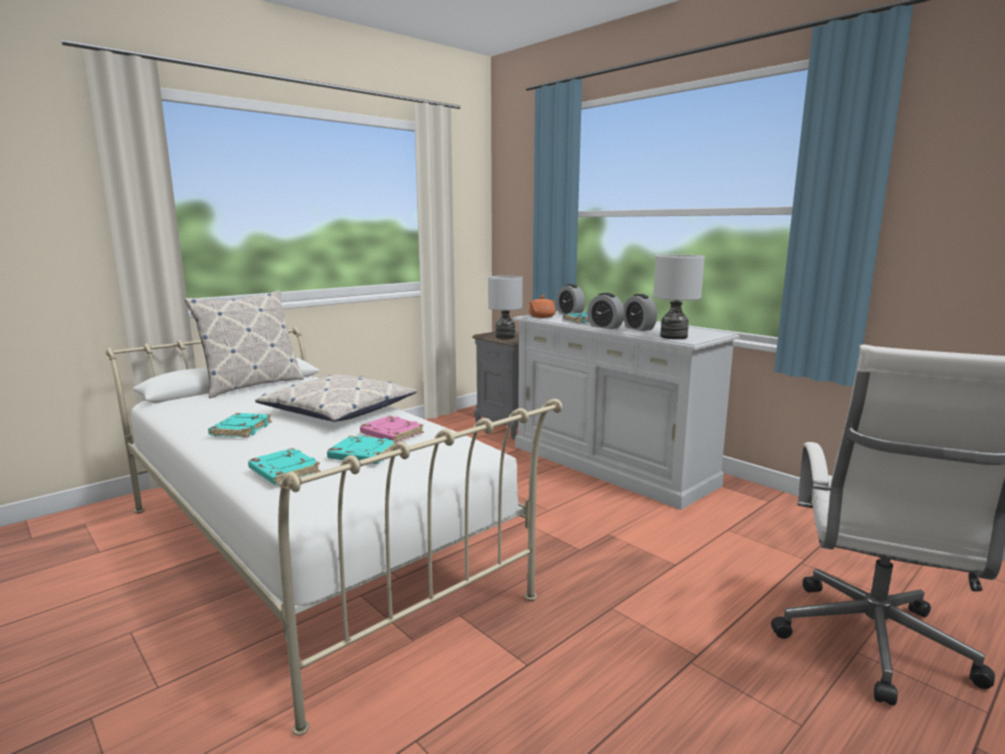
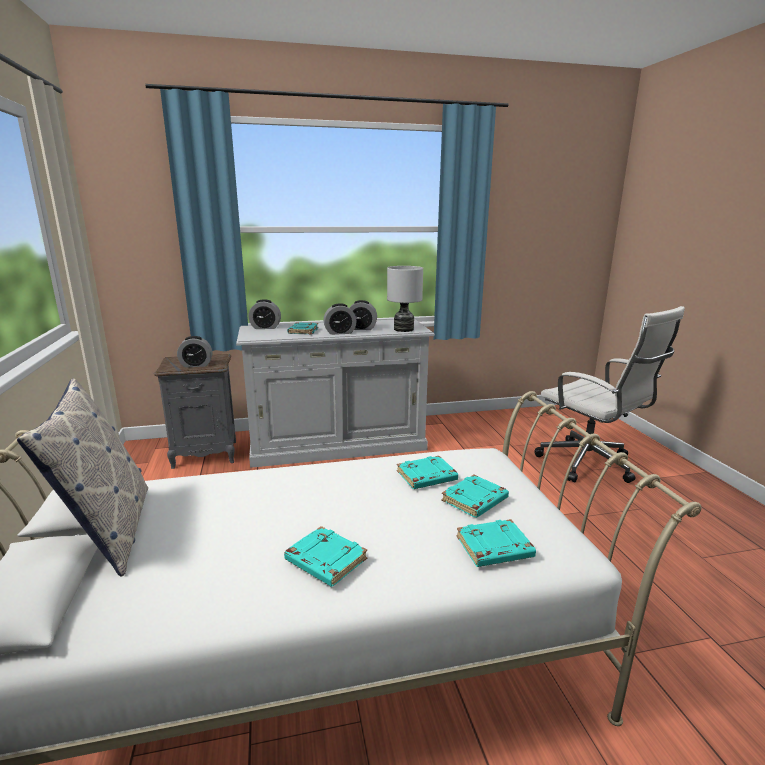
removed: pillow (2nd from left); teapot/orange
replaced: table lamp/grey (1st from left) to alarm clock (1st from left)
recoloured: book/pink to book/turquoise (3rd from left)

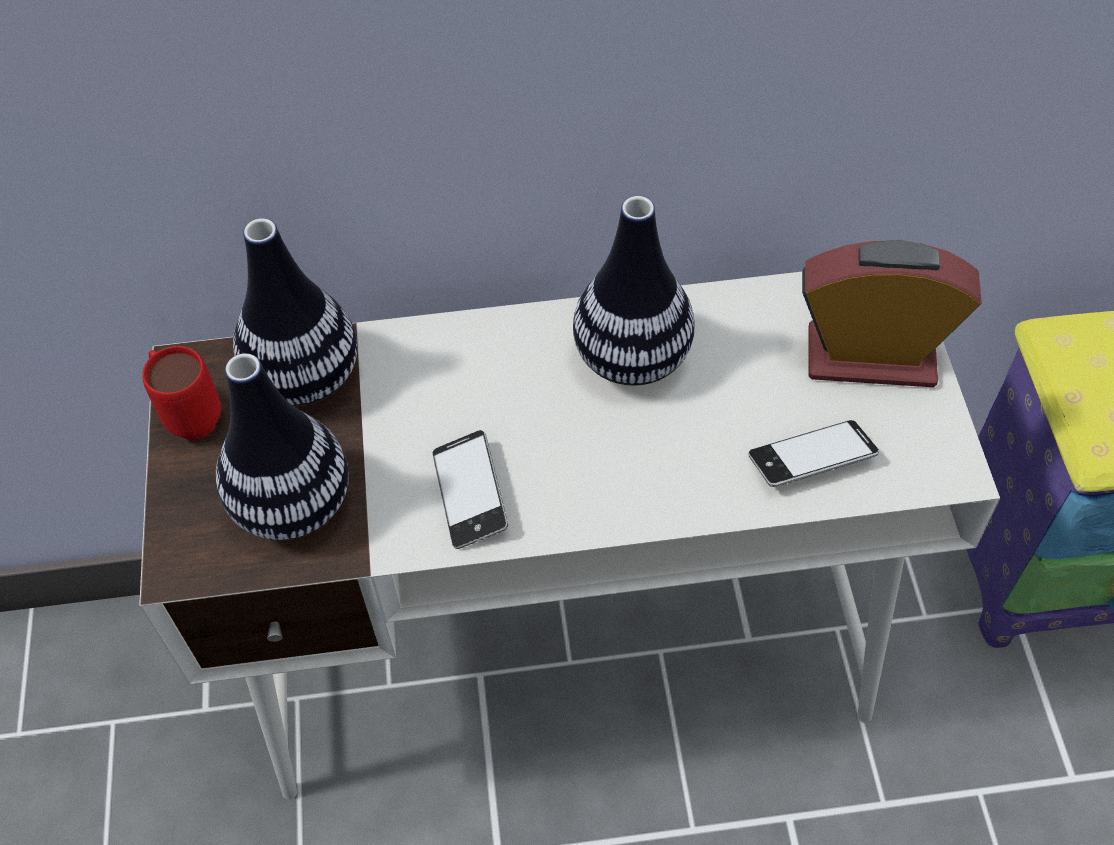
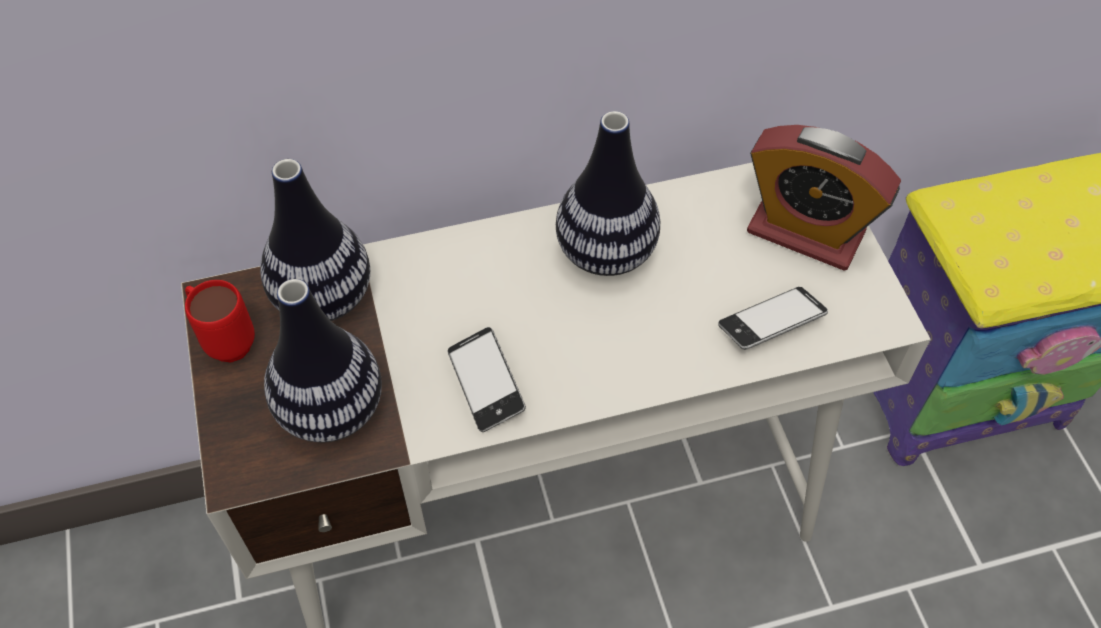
turned: alarm clock 150 degrees counterclockwise

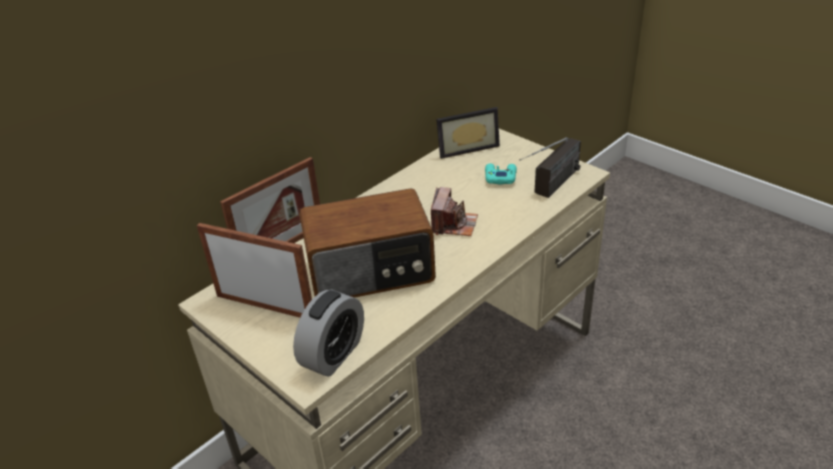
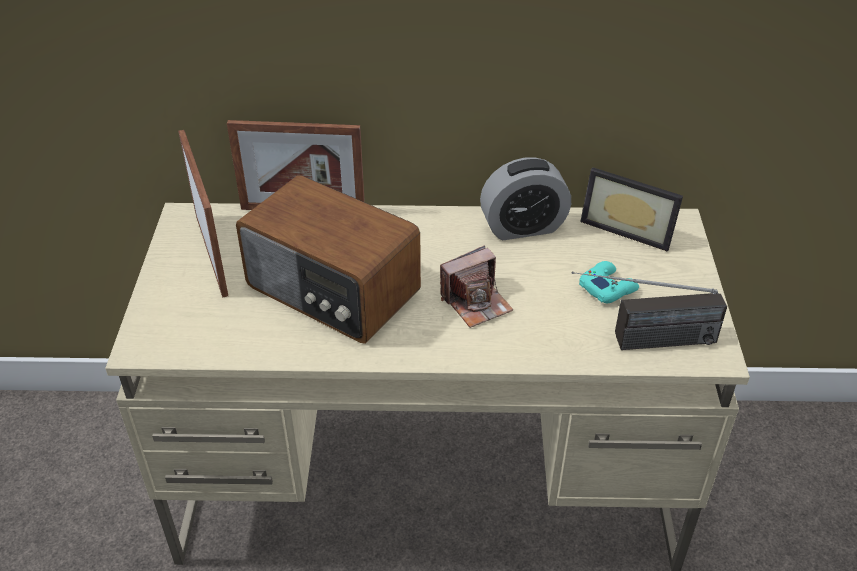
moved: alarm clock

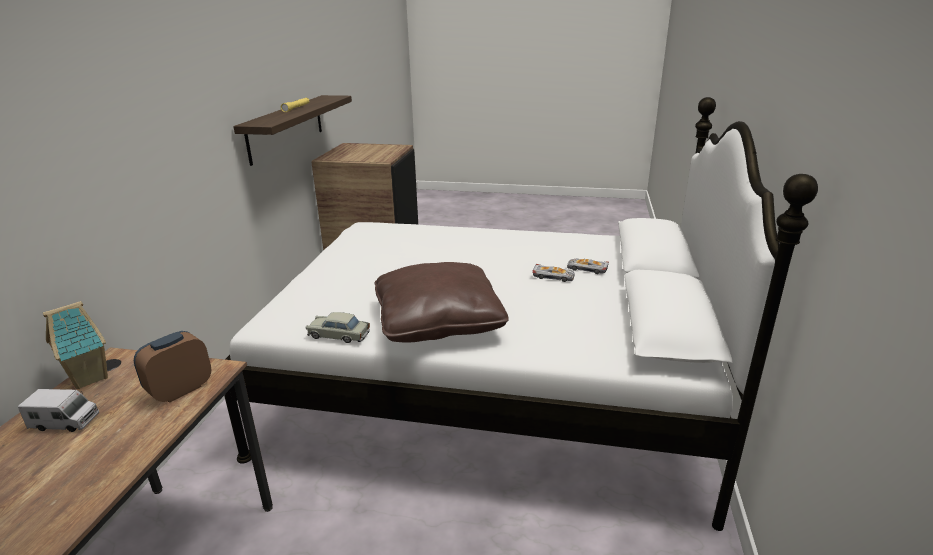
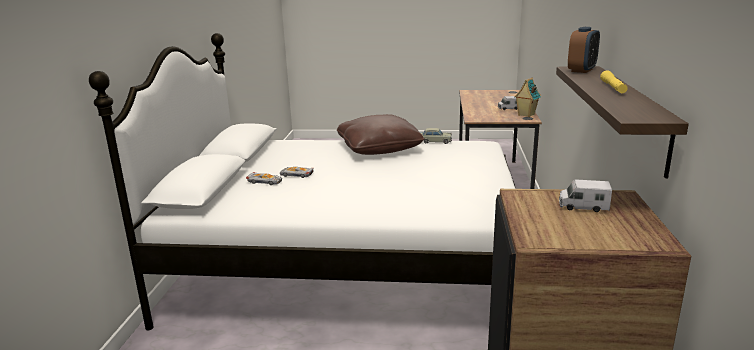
added: toy truck (2nd from left)
moved: alarm clock

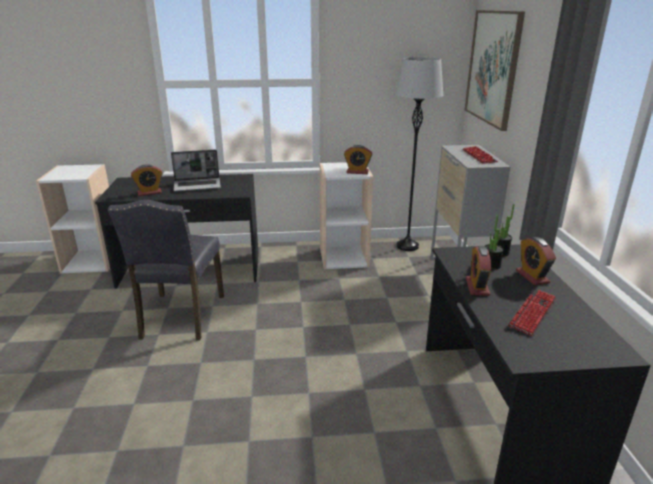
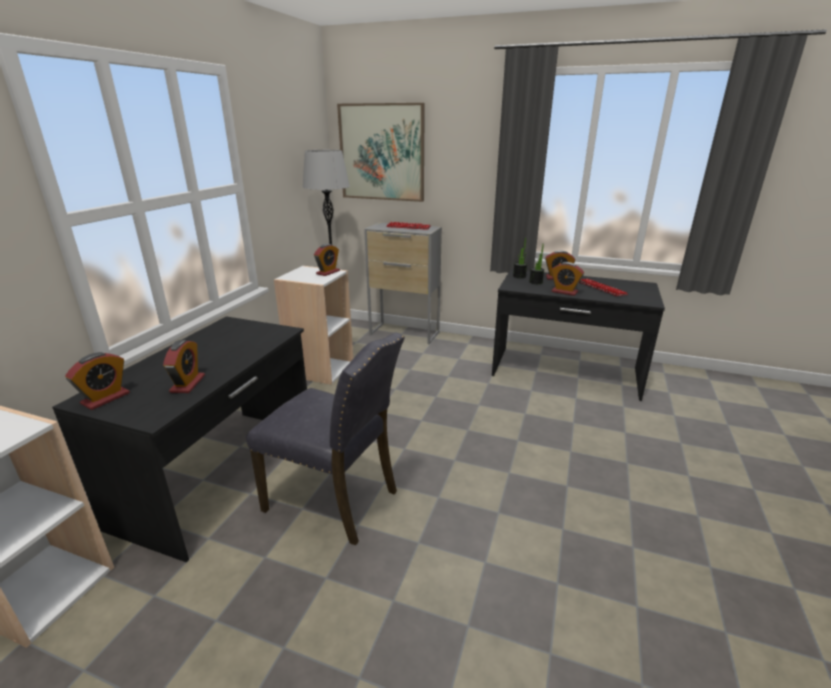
removed: laptop
added: alarm clock (1st from left)

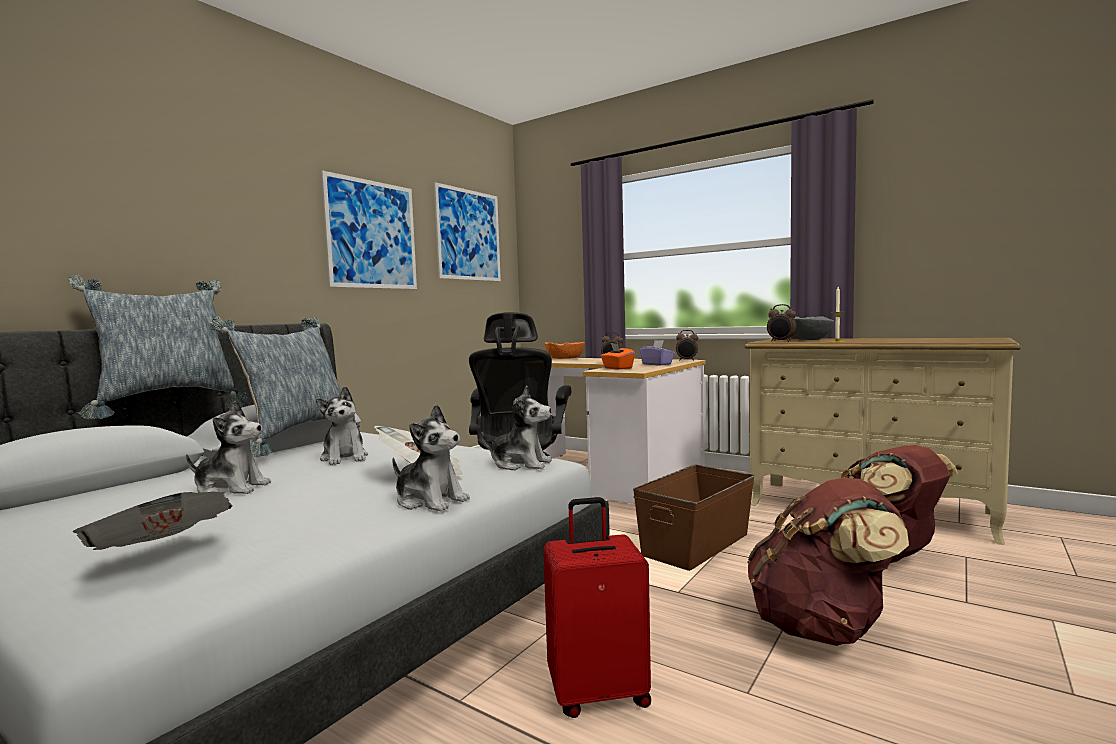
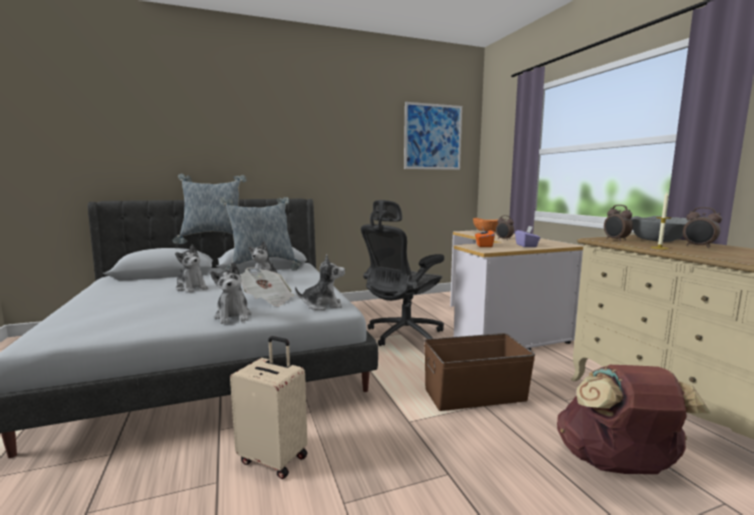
removed: newspaper (1st from left); picture (1st from left); backpack/brown (1st from left)
moved: alarm clock (2nd from left in the first image) to alarm clock (3rd from left)
recoloured: suitcase/red to suitcase/beige
turned: plush toy (4th from left) 60 degrees counterclockwise

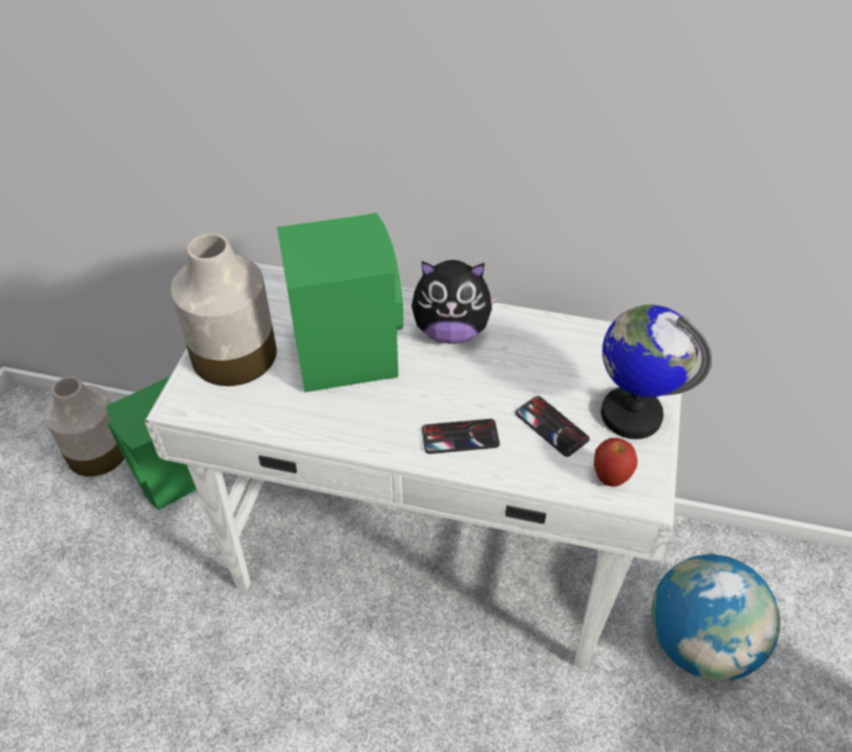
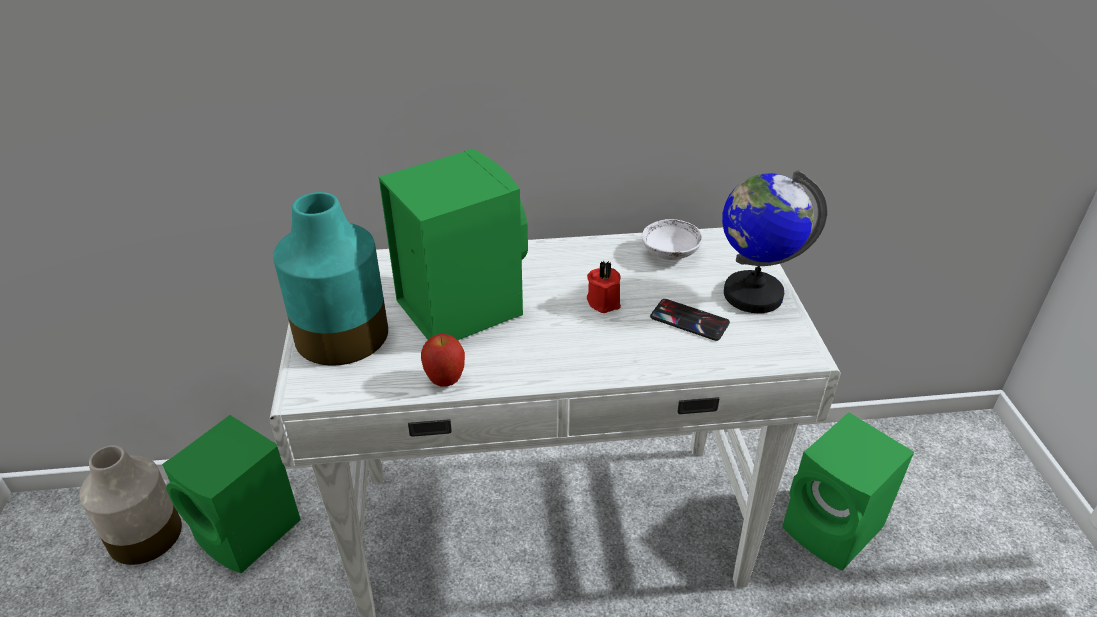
removed: plush toy; phone (1st from left)
added: candle/red; bowl/white
moved: apple
replaced: globe (2nd from left) to speaker/green (3rd from left)
recoloured: vase/beige (2nd from left) to vase/turquoise

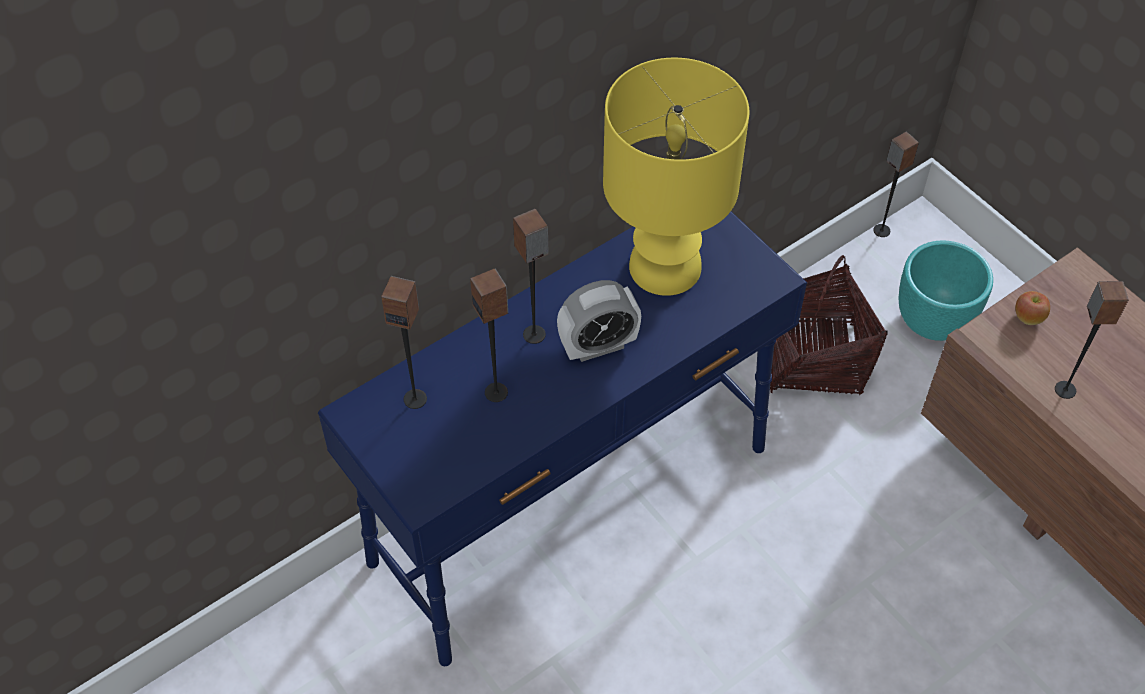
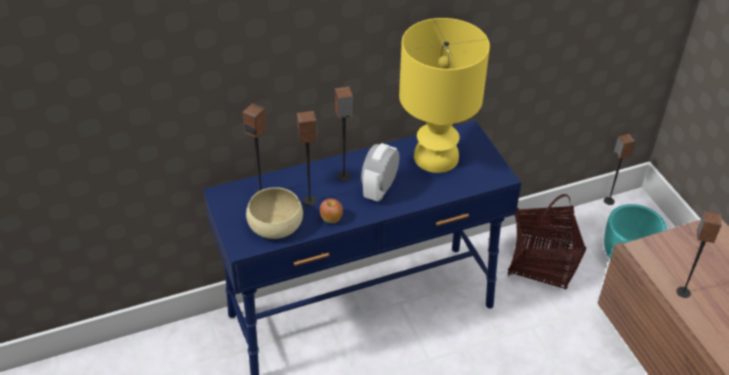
added: bowl/beige
moved: apple
turned: alarm clock 120 degrees clockwise

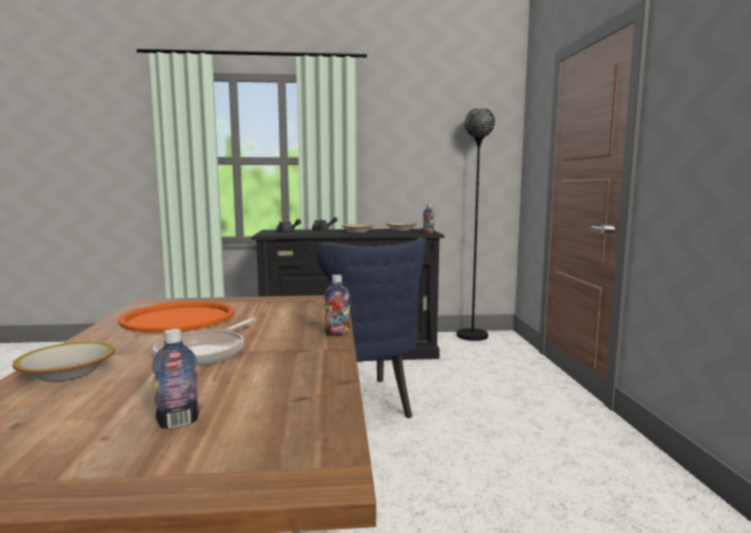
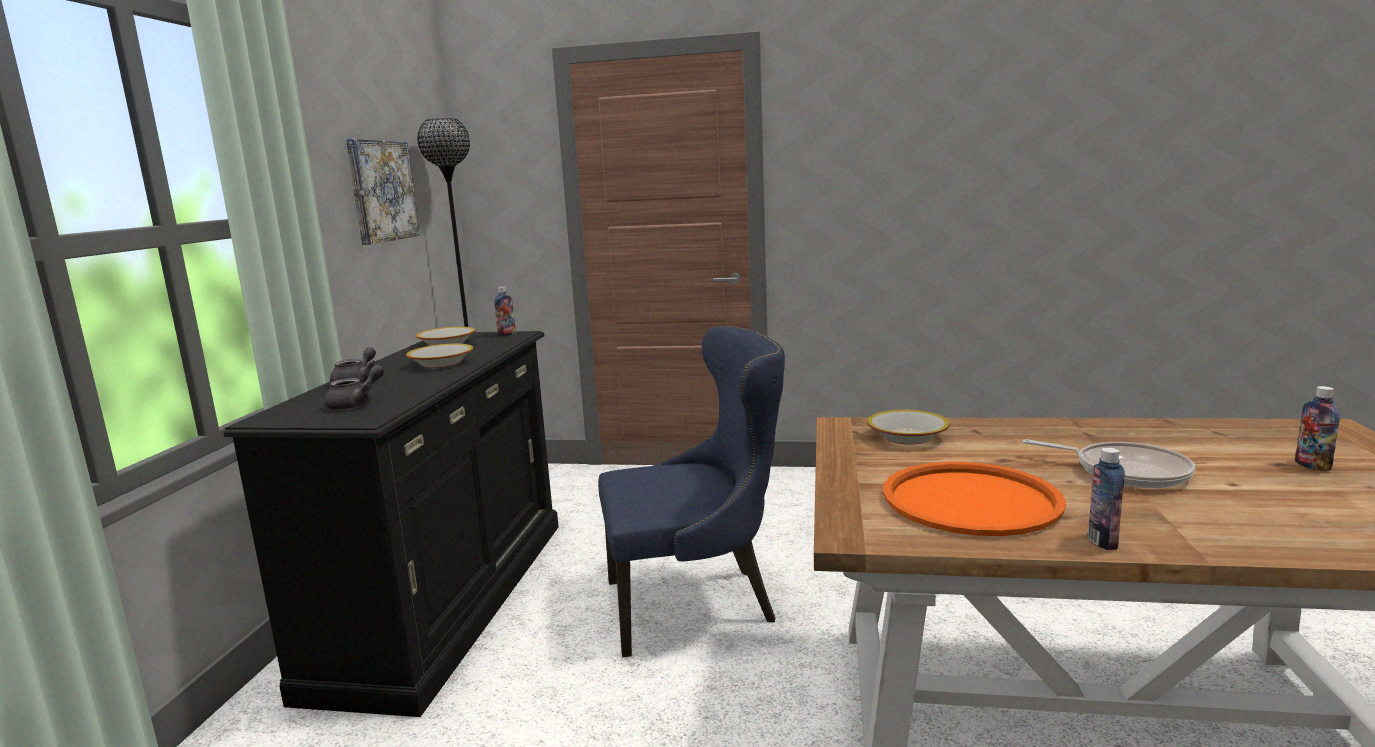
added: picture
moved: bowl (1st from left in the first image) to bowl (3rd from left); bottle (2nd from left)

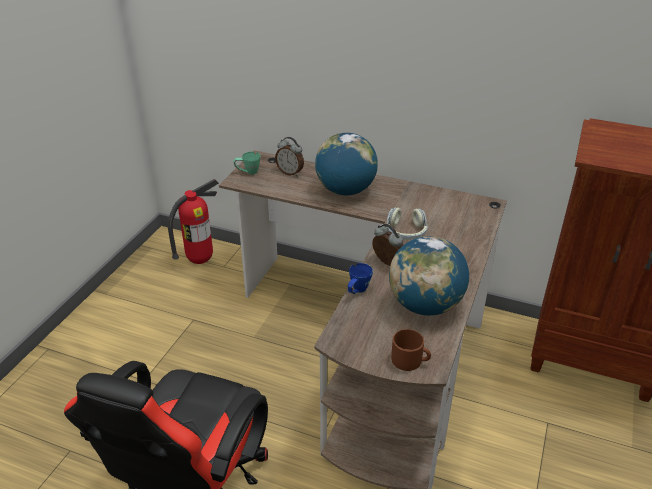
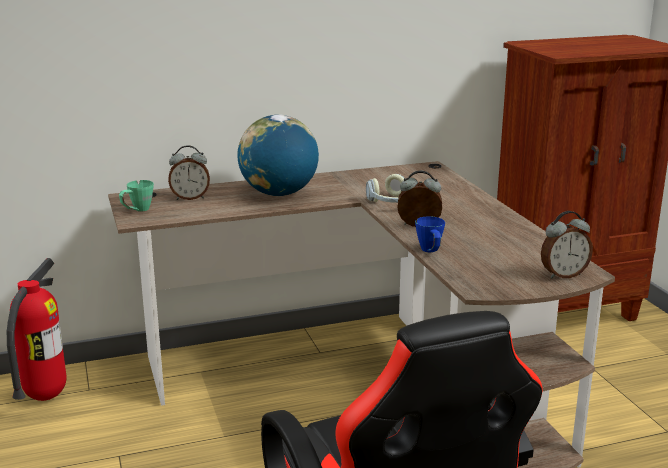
removed: globe (2nd from left)
replaced: mug/brown to alarm clock (3rd from left)

